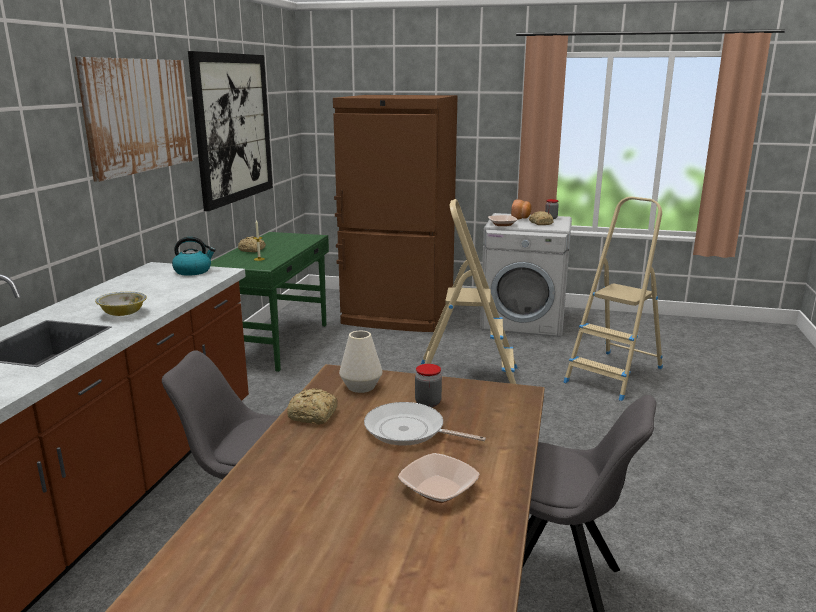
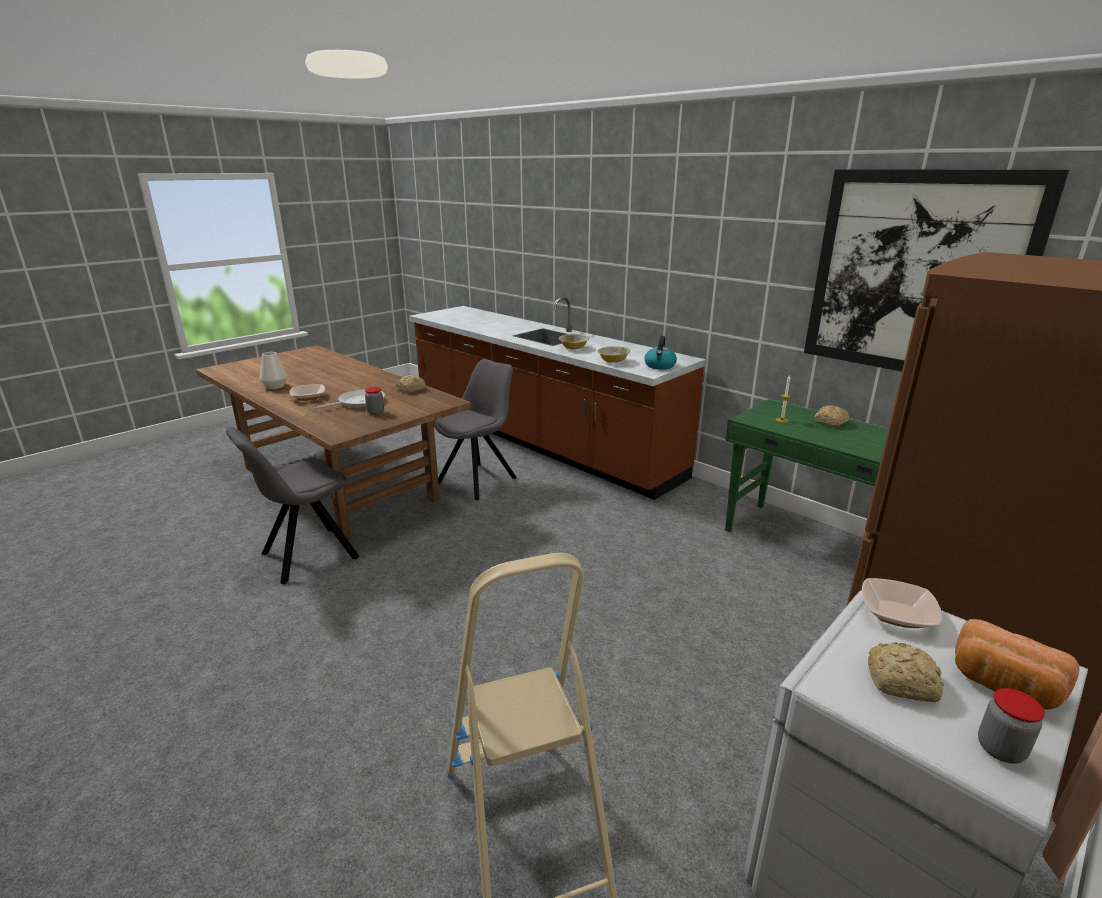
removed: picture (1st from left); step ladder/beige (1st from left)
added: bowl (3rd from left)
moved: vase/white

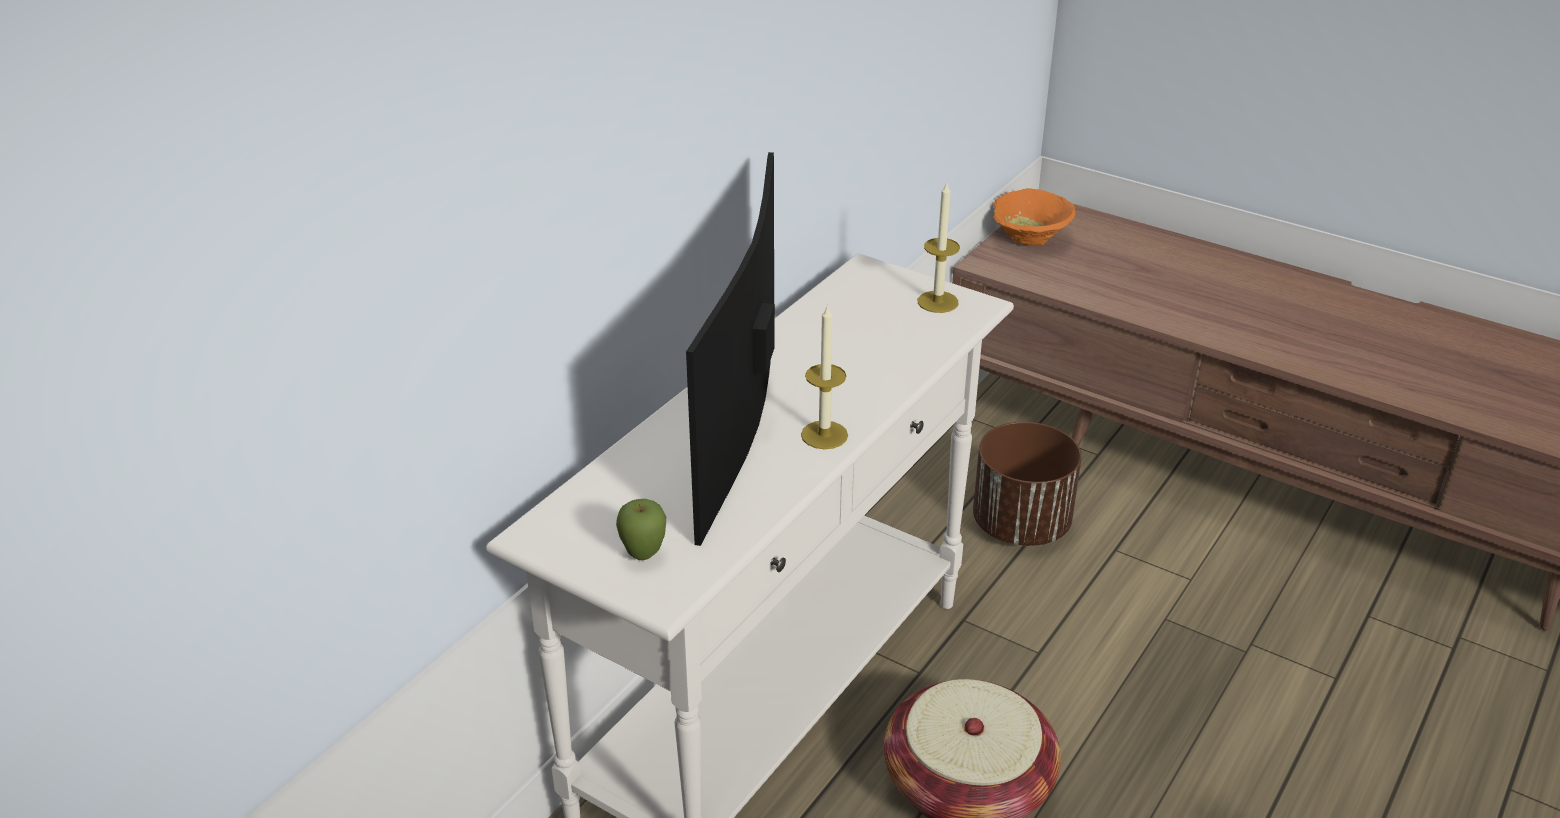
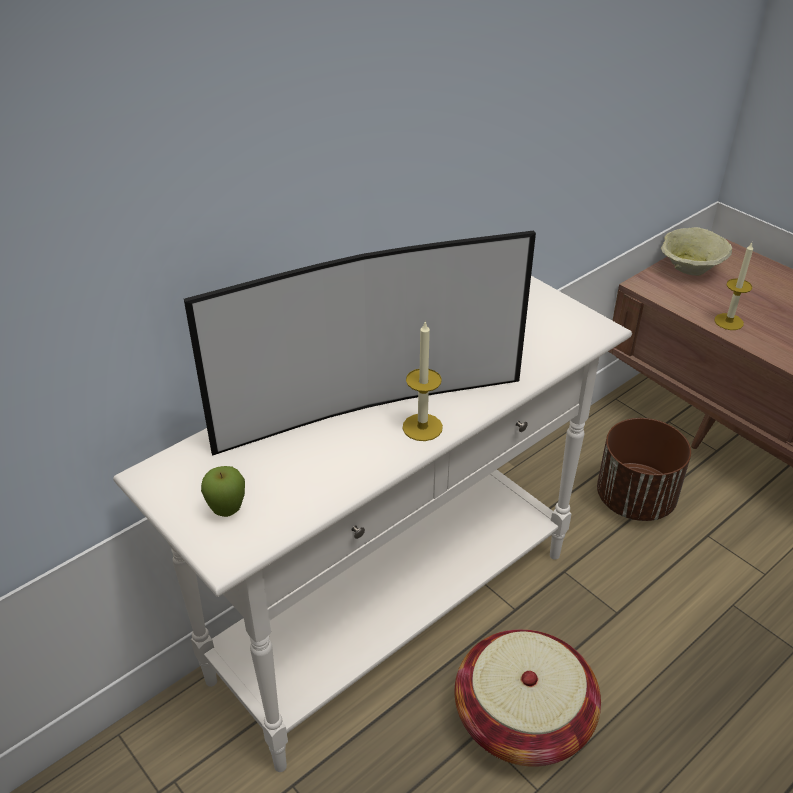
moved: candle (2nd from left)
recoloured: bowl/orange to bowl/beige
turned: television 135 degrees counterclockwise

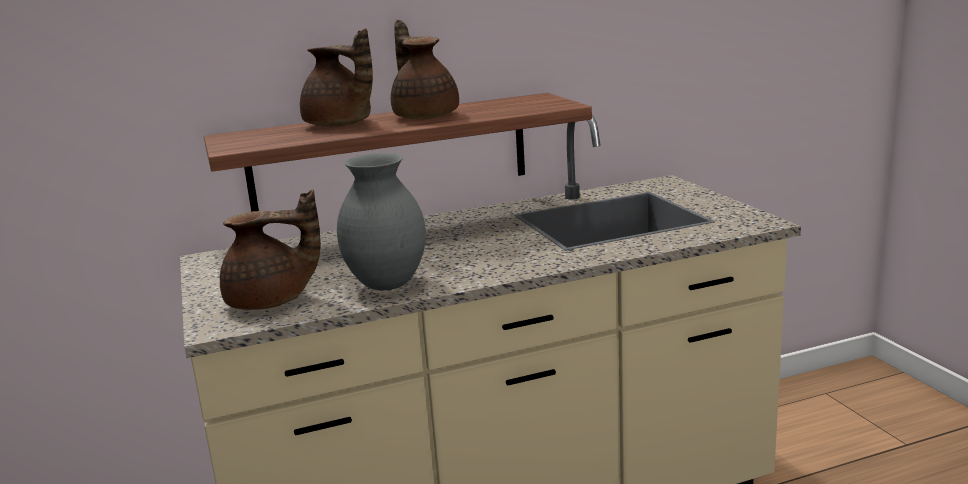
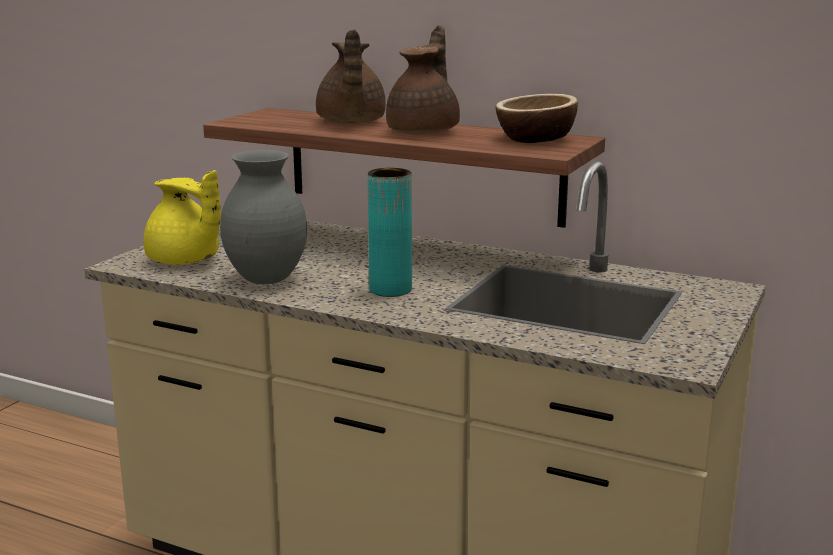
added: vase/turquoise; bowl
recoloured: teapot/brown (1st from left) to teapot/yellow

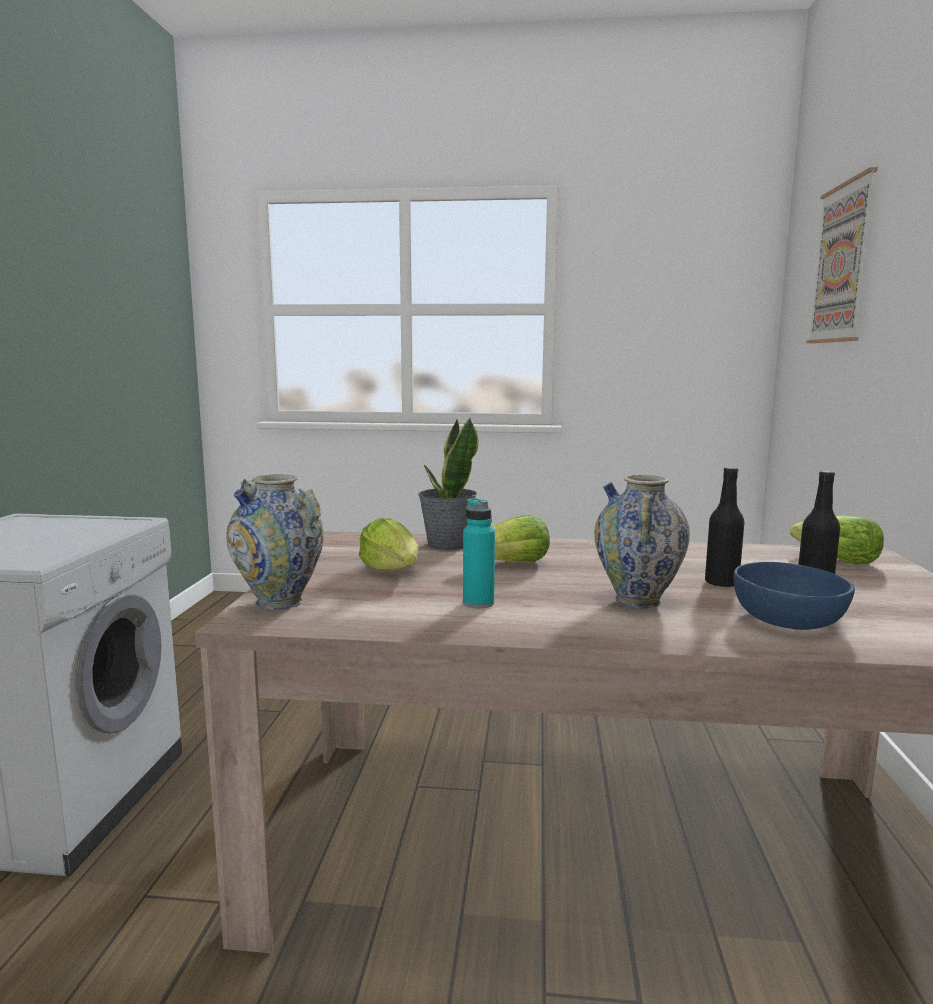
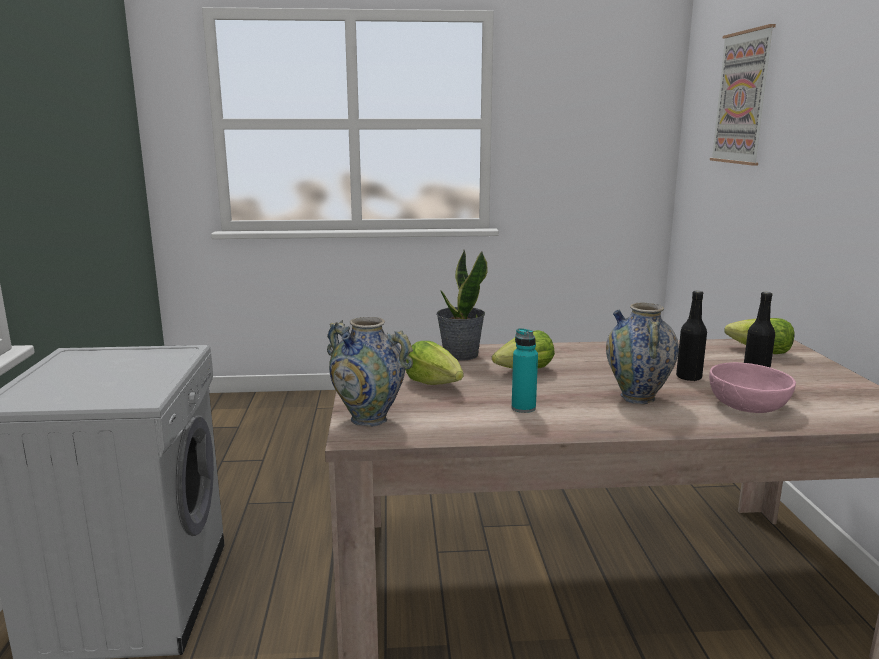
recoloured: bowl/blue to bowl/pink

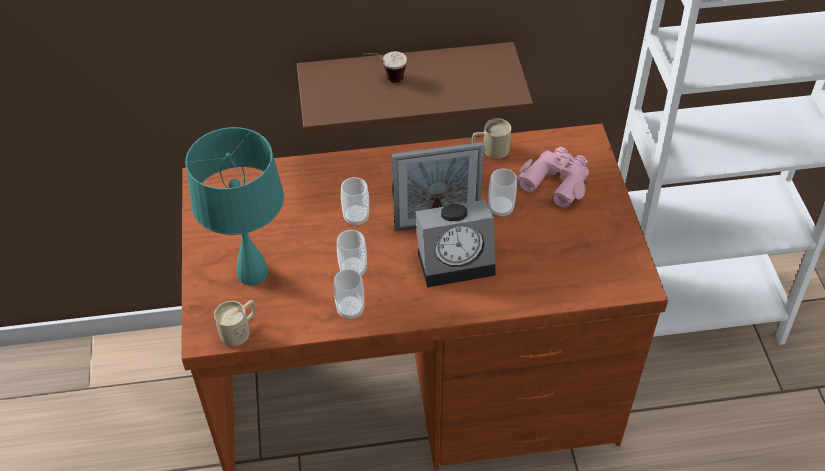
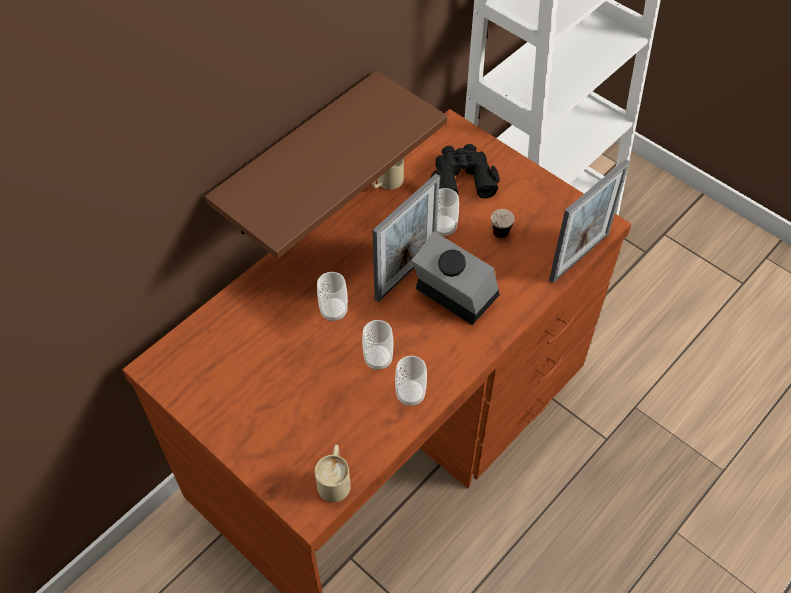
removed: table lamp/turquoise
added: picture frame (2nd from left)
moved: cup (4th from left in the first image) to cup (5th from left)
recoloured: binoculars/pink to binoculars/black
turned: alarm clock 90 degrees counterclockwise

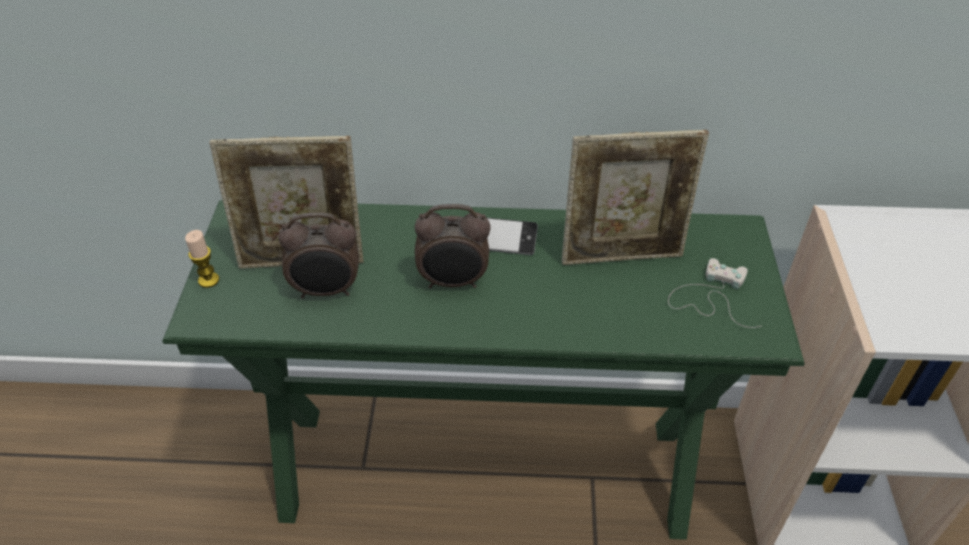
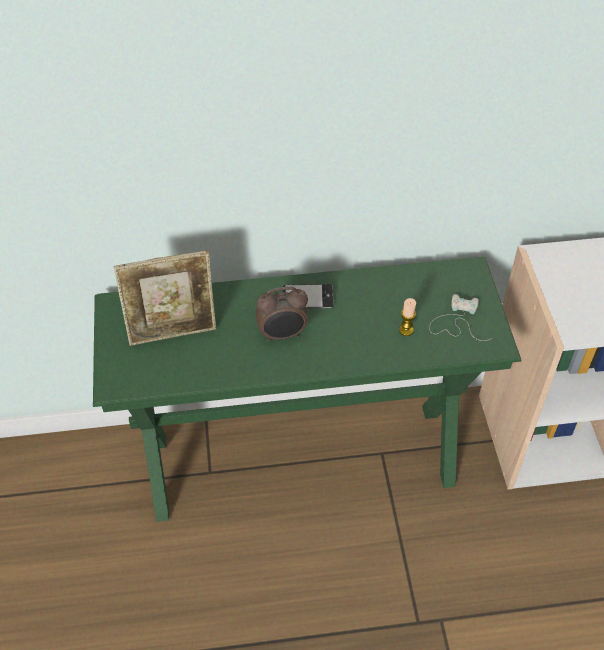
removed: alarm clock (1st from left); picture frame (2nd from left)
moved: candle

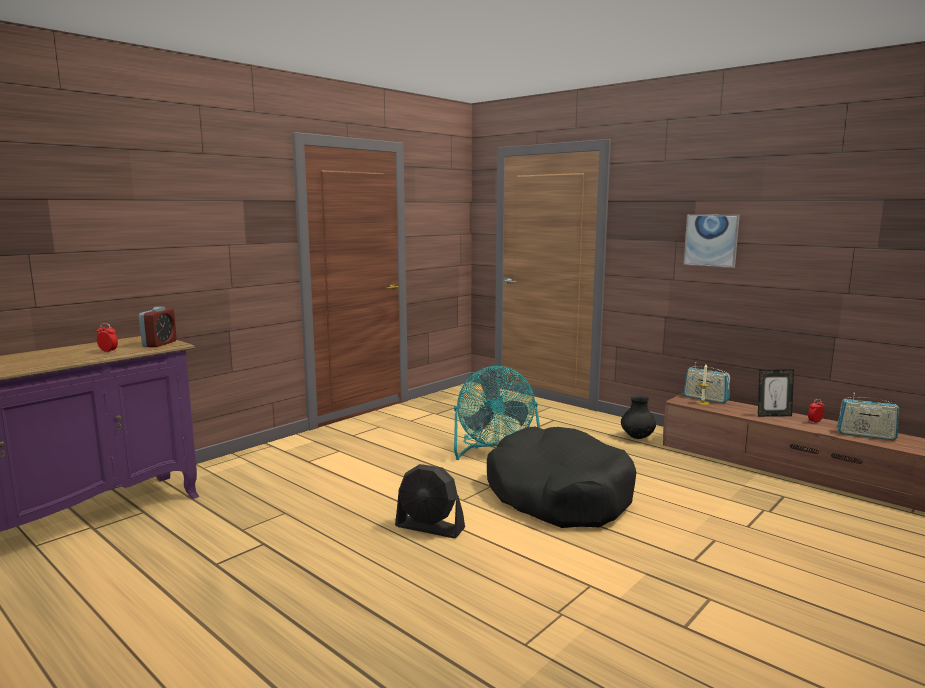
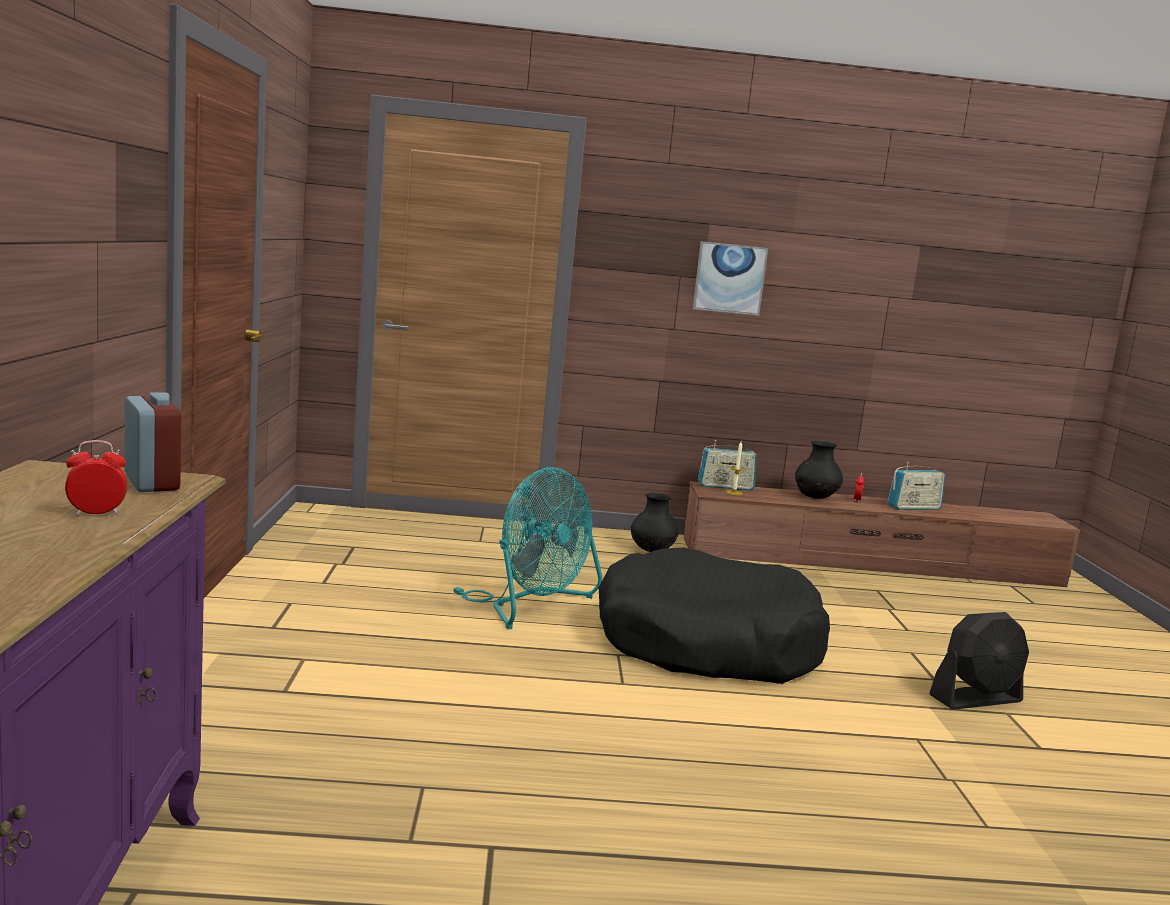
moved: fan/black
replaced: picture frame to vase/black (2nd from left)

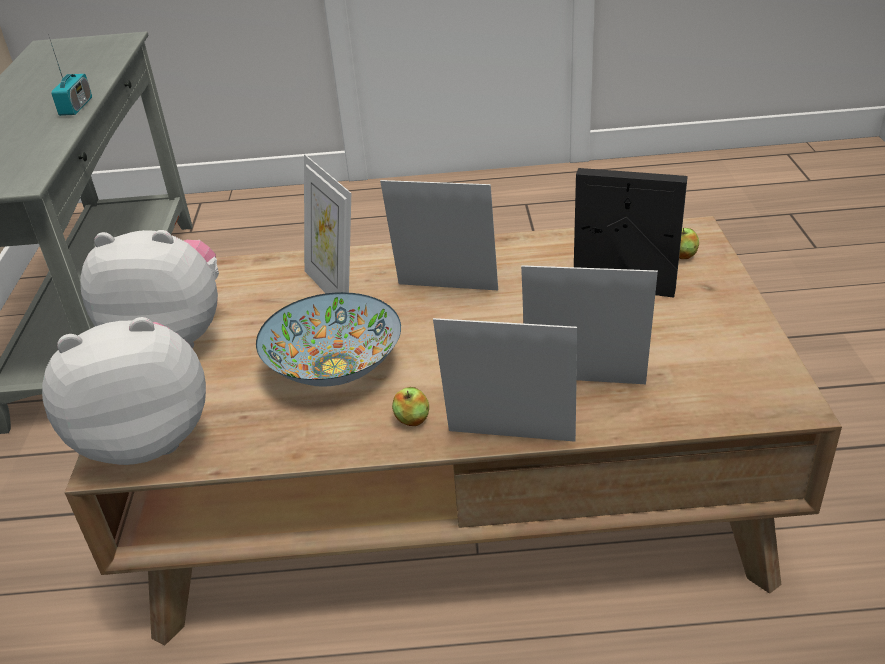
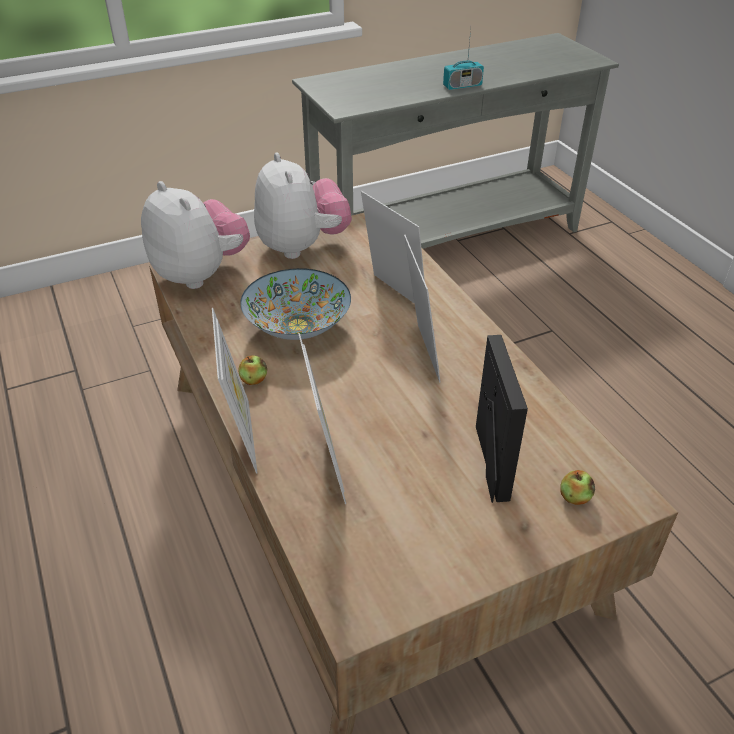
turned: picture frame (1st from left in the first image) 105 degrees clockwise

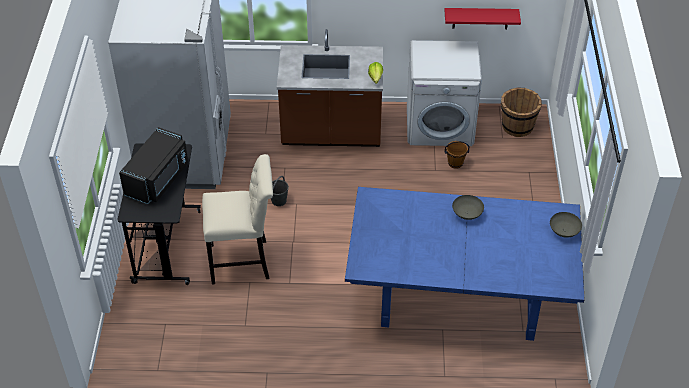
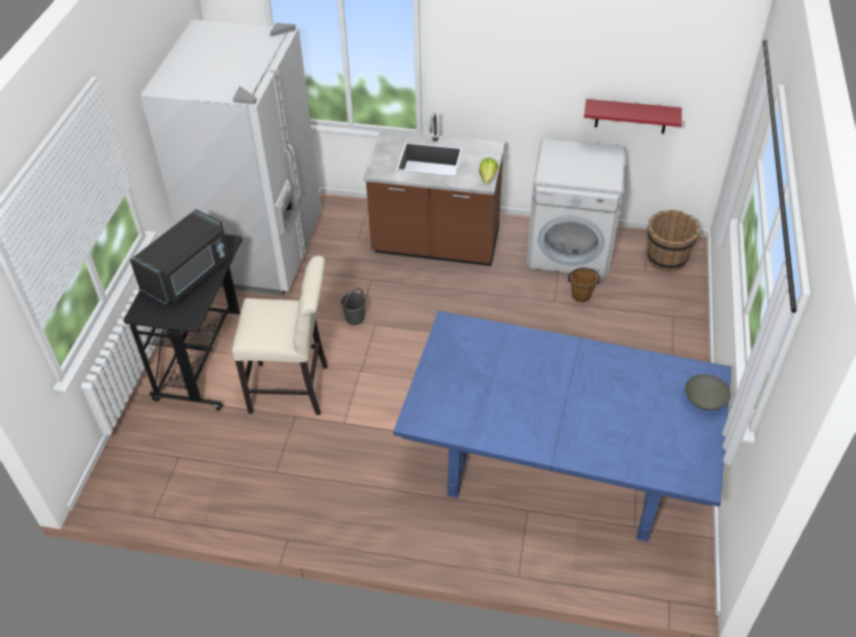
removed: bowl/grey (1st from left)

